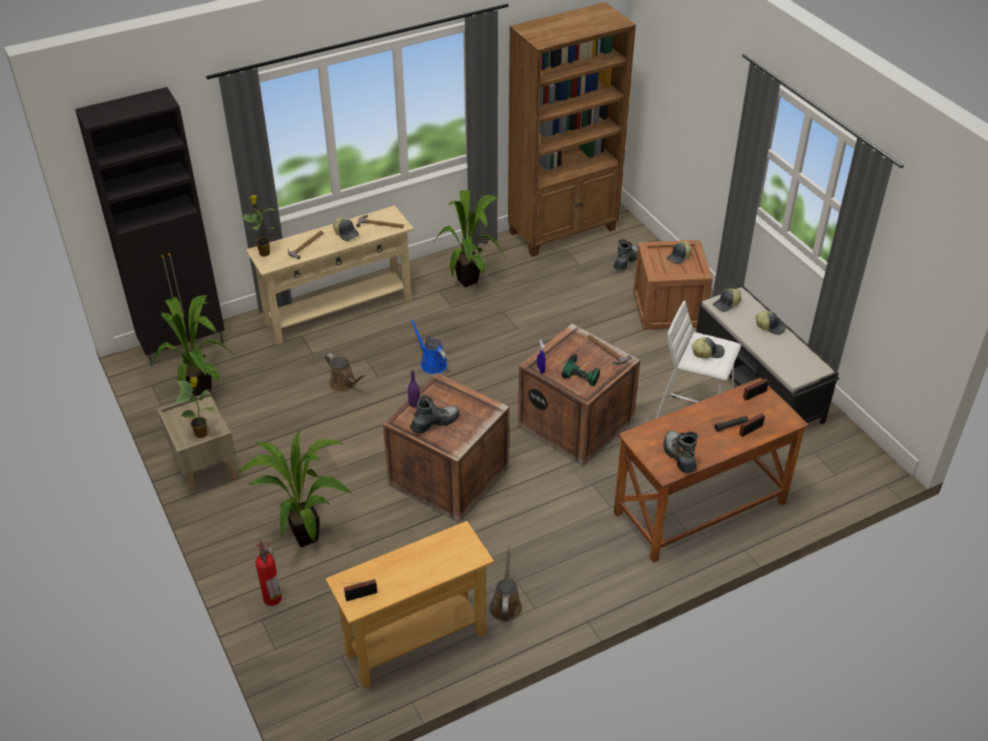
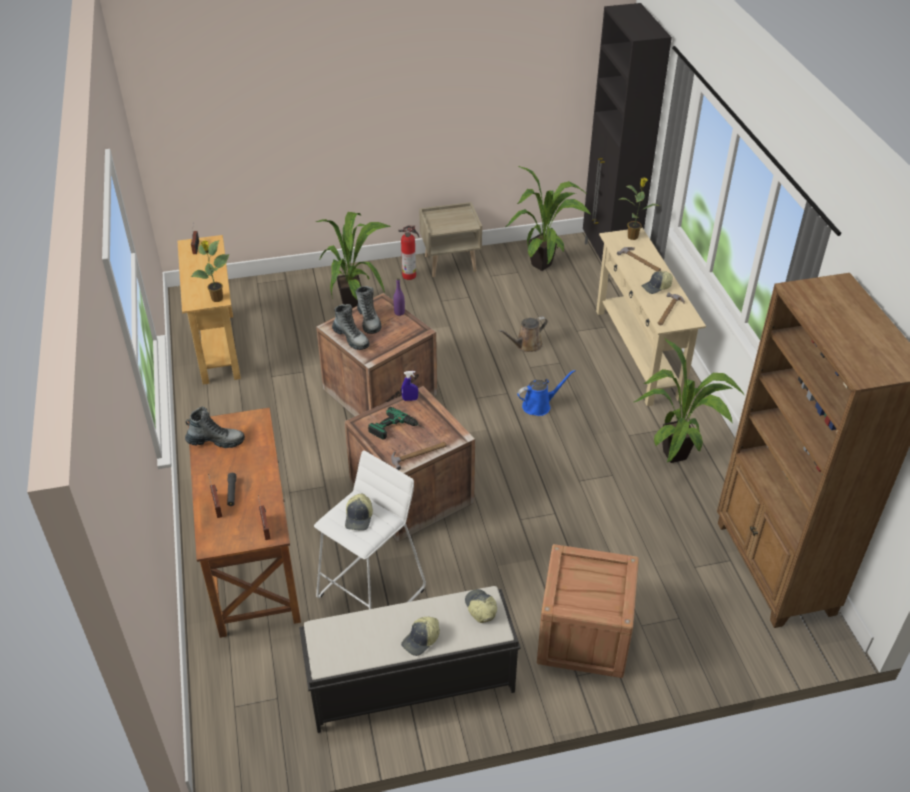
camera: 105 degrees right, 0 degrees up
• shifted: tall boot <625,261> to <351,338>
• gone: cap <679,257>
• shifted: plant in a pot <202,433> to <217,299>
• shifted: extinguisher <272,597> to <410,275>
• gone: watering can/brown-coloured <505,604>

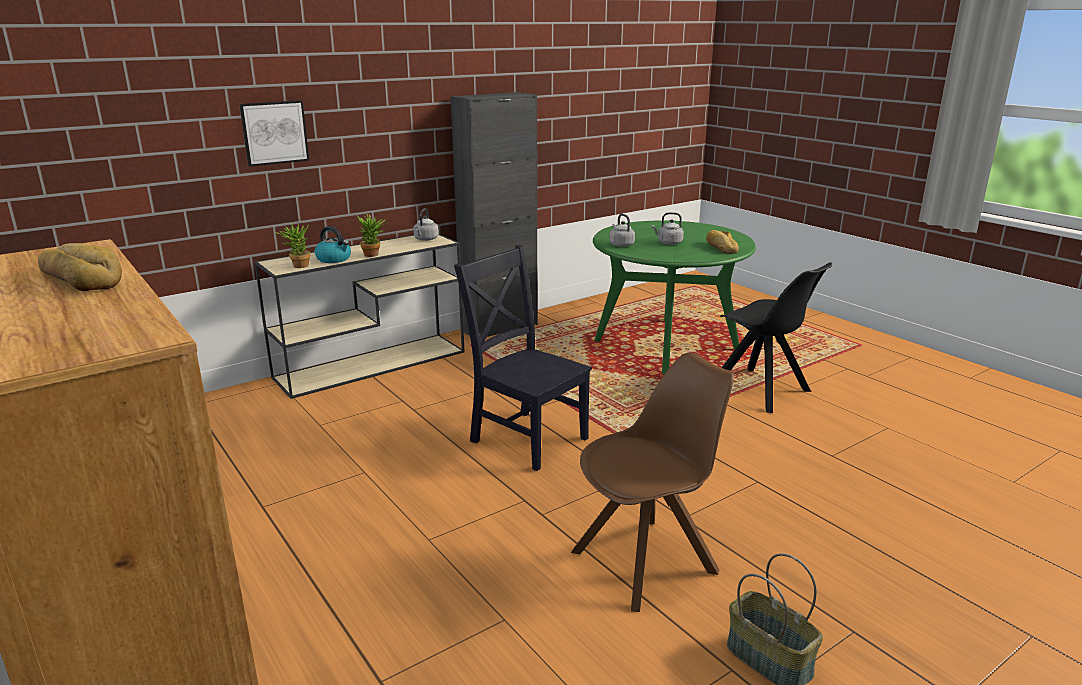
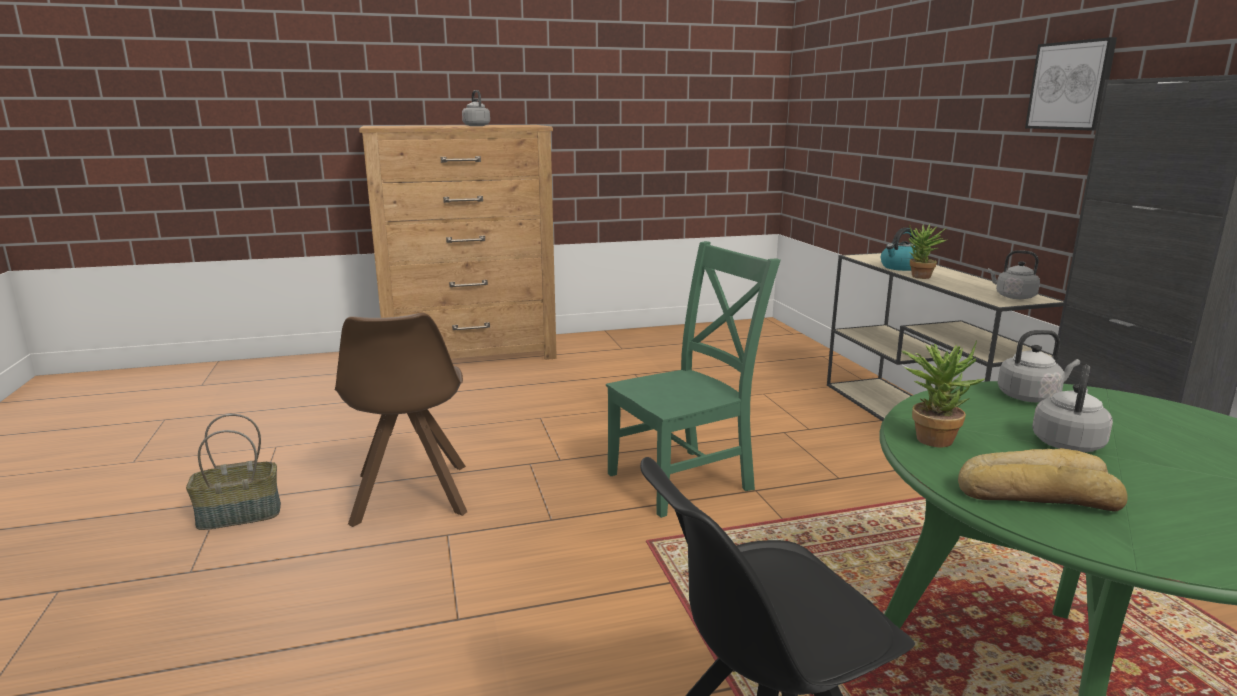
camera: 110 degrees right, 5 degrees down
• shifted: wall picture <274,132> to <1070,85>
• shifted: plant in a pot <298,266> to <932,437>
• swapped: baked bread <82,278> to tea kettle/gray <476,126>
• repainted: upright chair/black-coloured <526,437> to upright chair/green-coloured <685,480>

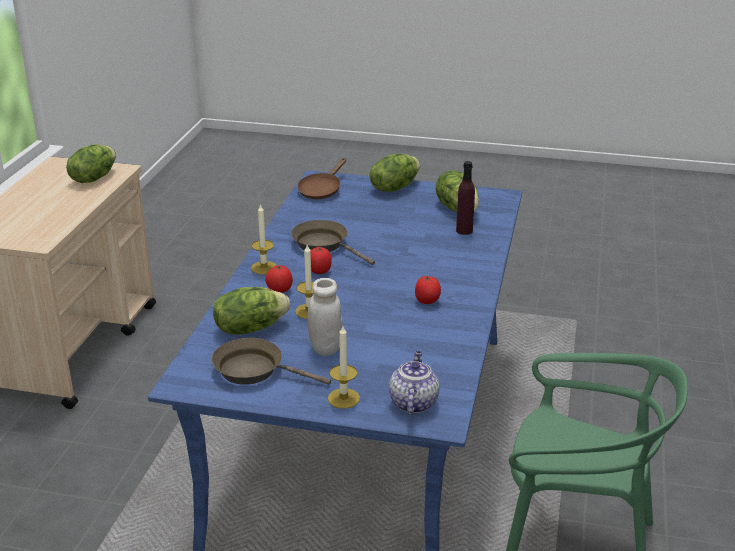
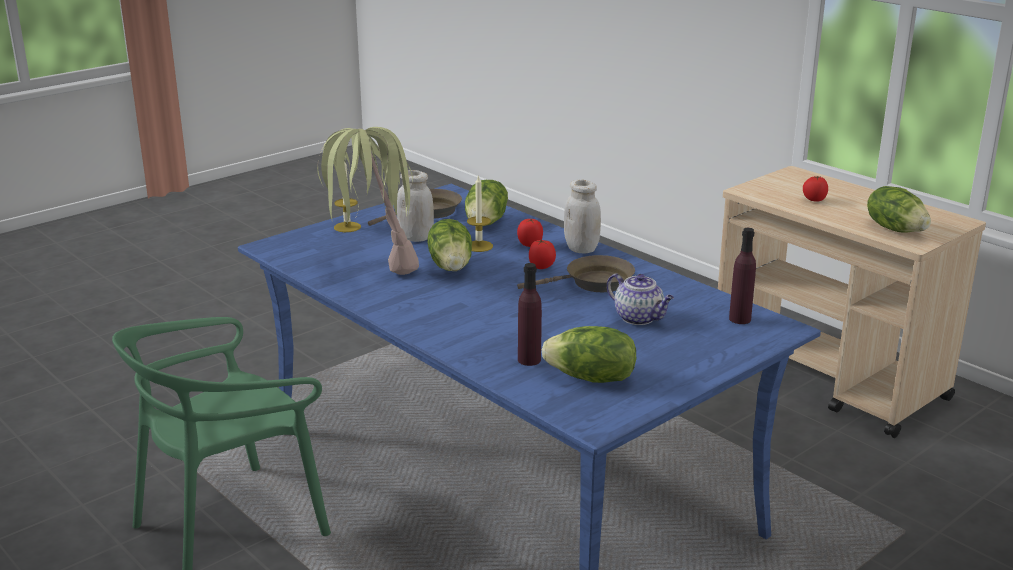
camera: 125 degrees right, 5 degrees down
• shifted: lettuce head <394,187> to <452,266>
• swapped: pan/brown-coloured <321,190> to drink bottle/purple-coloured <739,319>
• swapped: wax candle <264,267> to storage jar/white-coloured <581,249>
• shifted: tomato <427,301> to <813,200>
• shifted: pot for tea <413,402> to <639,318>
• new: plant in a pot <371,269>

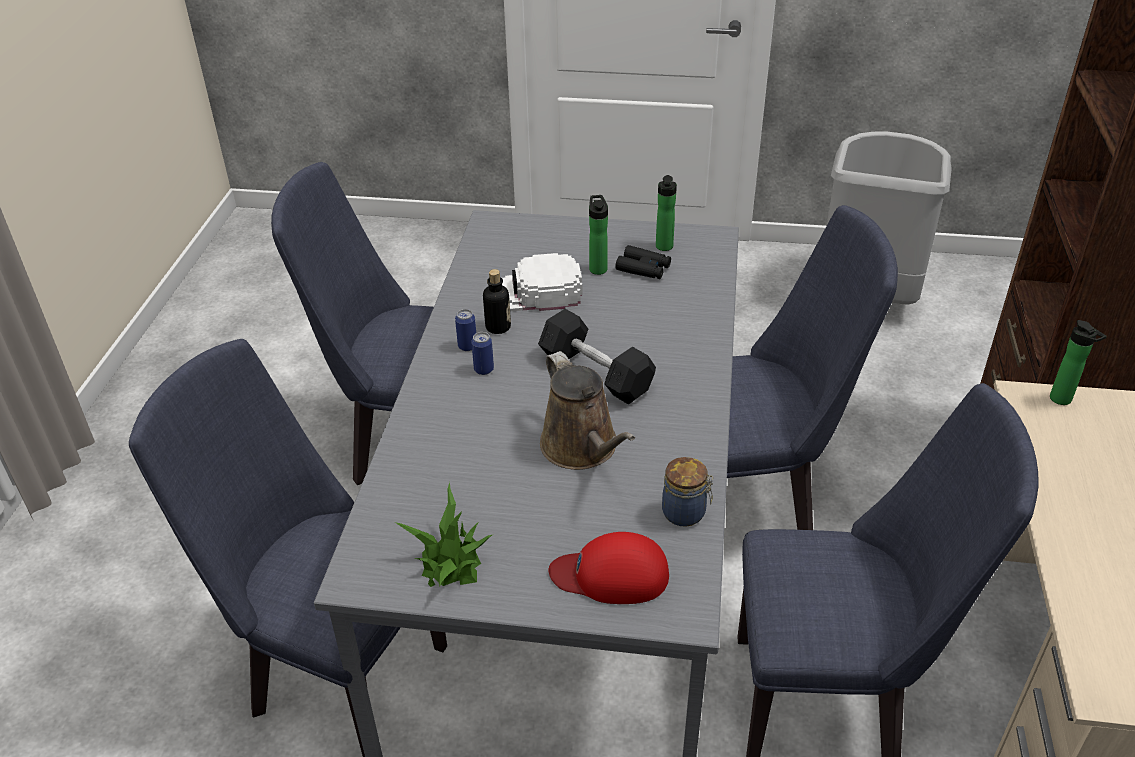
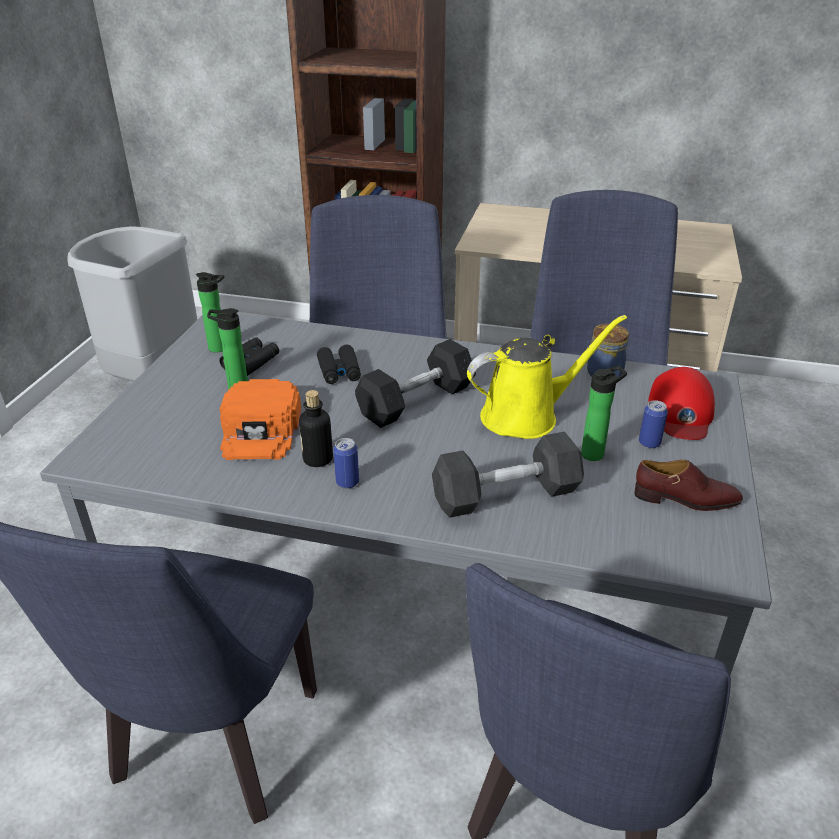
camera: 85 degrees left, 5 degrees down
• repainted: cap/white-coloured <537,292> to cap/orange <261,429>
• shifted: drink bottle <1063,400> to <595,453>
• shifted: metal can <484,369> to <649,443>
• repainted: watering can/brown-coloured <582,448> to watering can/yellow-coloured <526,416>
• swapped: plant in a pot <451,559> to shoe/brown-coloured <686,499>
• new: pair of binoculars/black-coloured <339,371>
• new: free weight/gray <506,495>

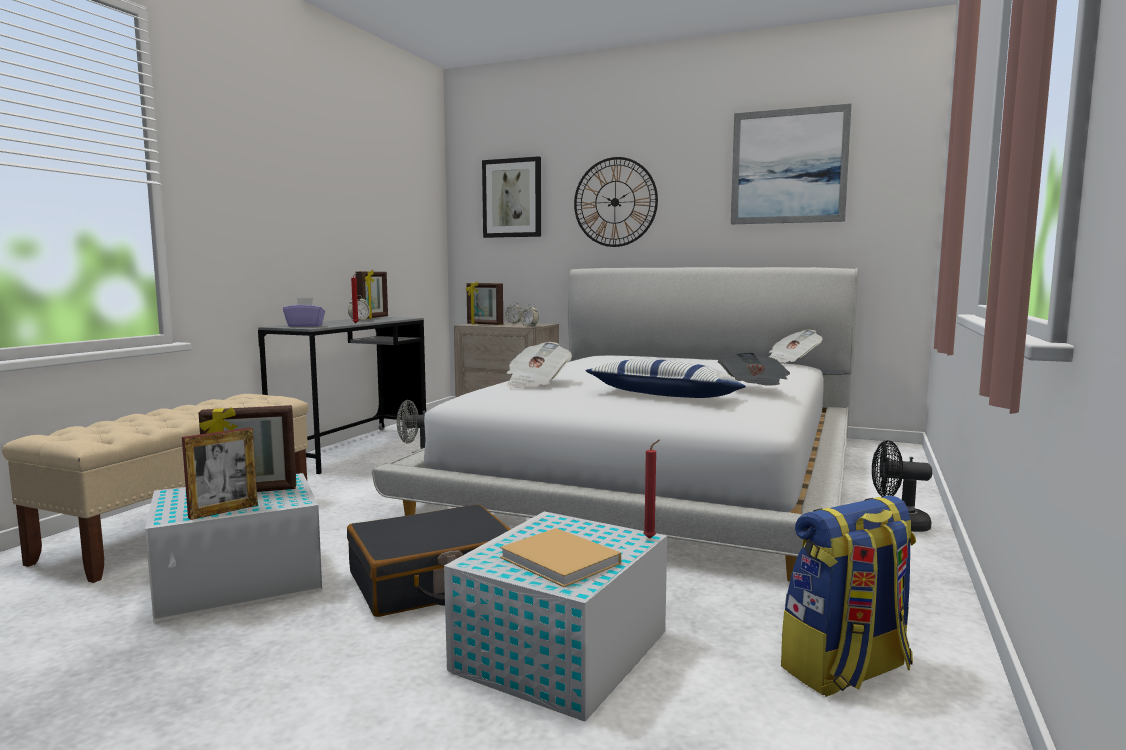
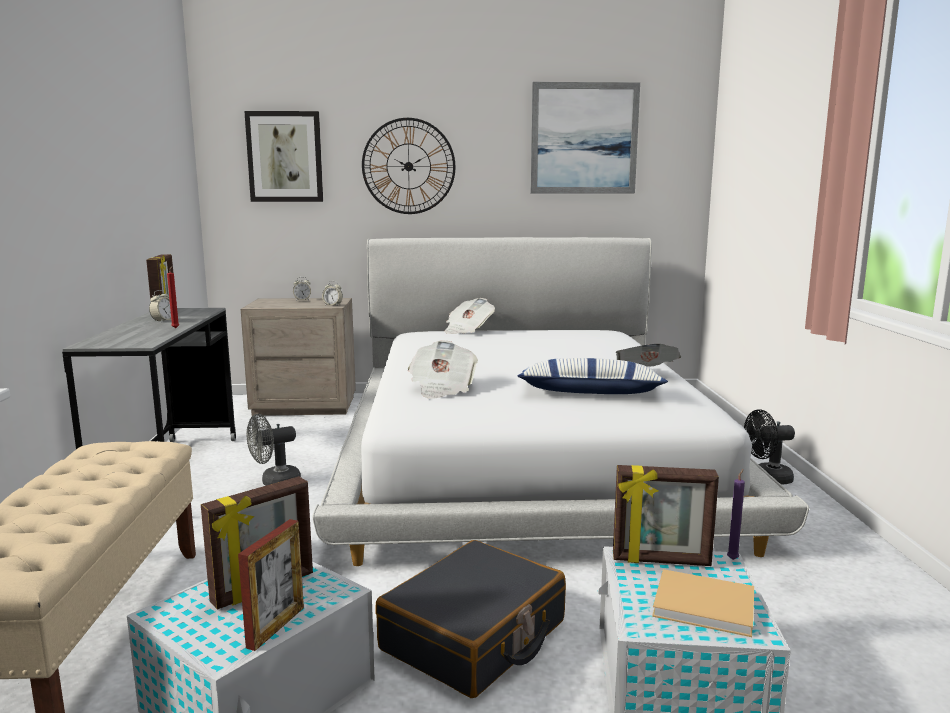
camera: 25 degrees left, 5 degrees up
• shifted: picture frame <484,324> to <661,561>
• gone: box of tissues/purple-coloured <305,326>
• shifted: newspaper <791,361> to <467,330>
• repainted: wax candle/reddish <651,538> to wax candle/purple-coloured <733,559>
• gone: backpack <846,670>

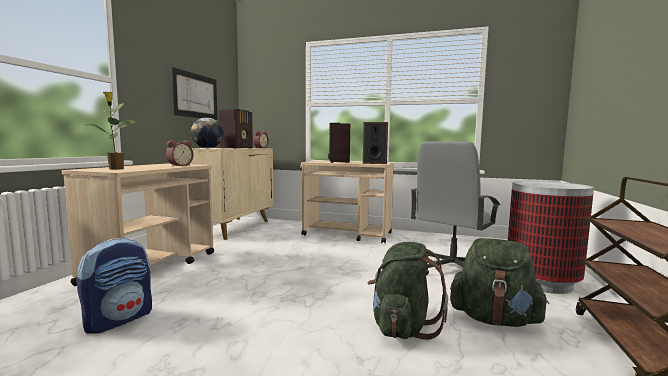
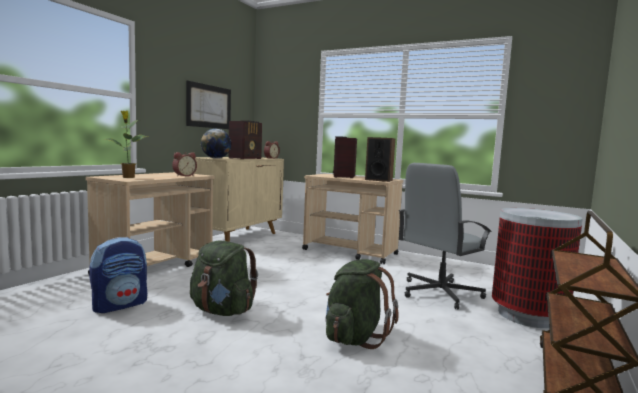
camera: 10 degrees right, 0 degrees up
• shifted: backpack/green-coloured <494,319> to <222,311>

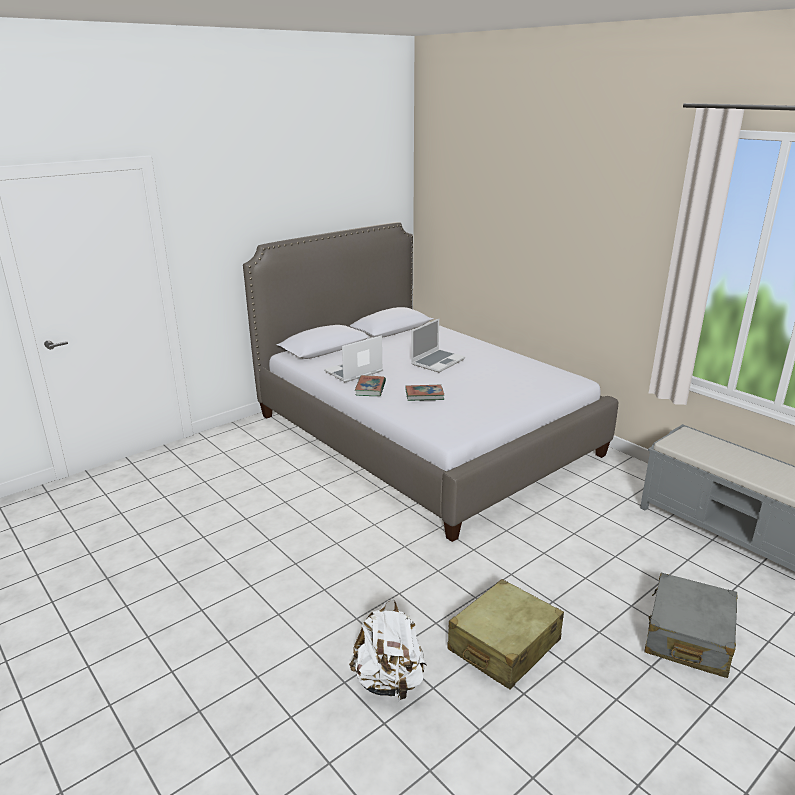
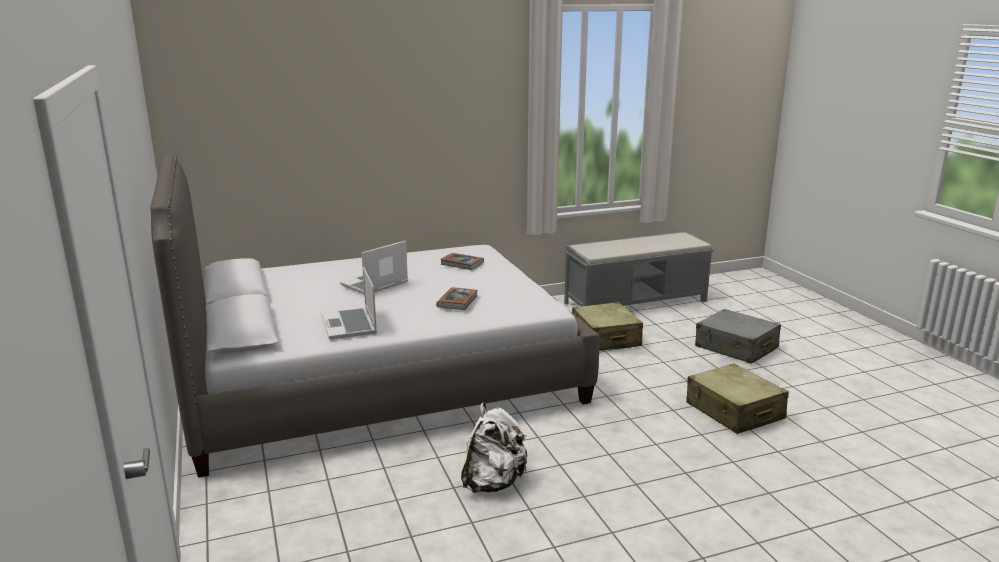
camera: 70 degrees left, 5 degrees down
• rotated: laptop <437,361> = <374,284> 105 degrees counterclockwise
• shifted: volume <370,388> to <462,264>
• shifted: backpack/white-coloured <389,682> to <493,482>
• new: suitcase/beige-coloured <605,338>

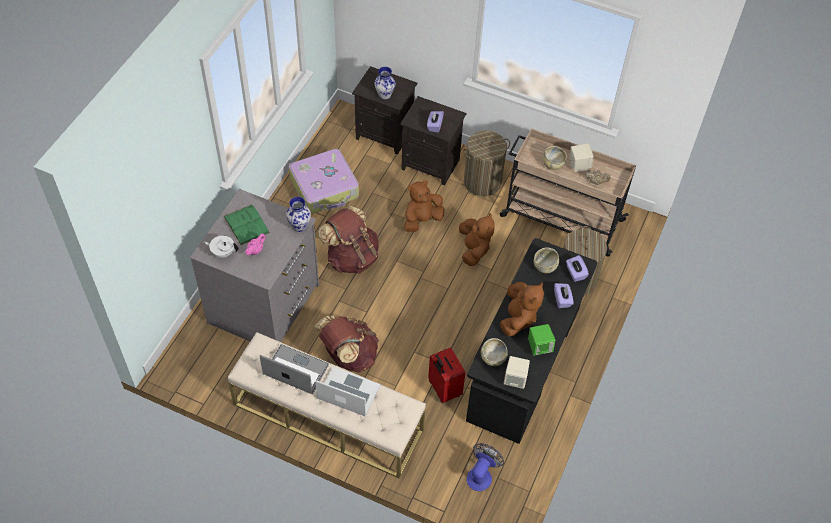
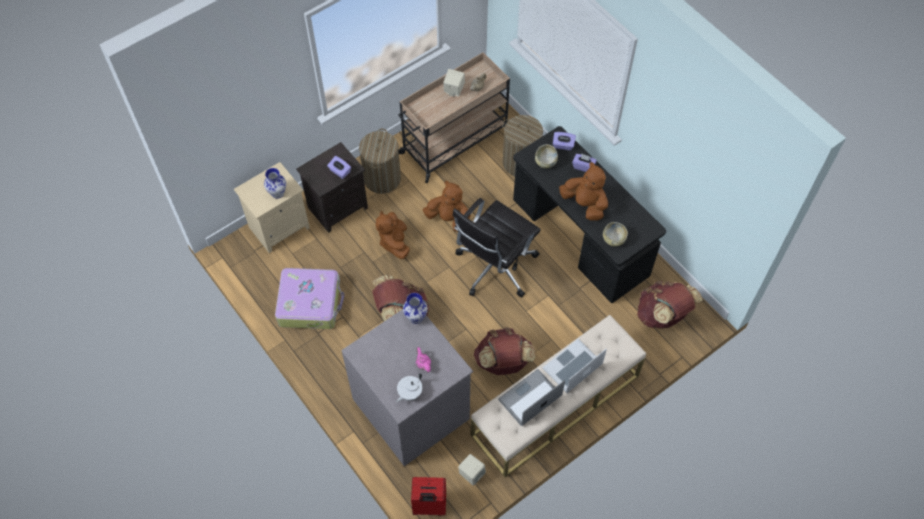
camera: 60 degrees left, 5 degrees up
• repainted: night table/black-coloured <385,134> to night table/beige-coloured <279,226>
• gone: serving bowl/beige-coloured <552,164>
• gone: volume/green-coloured <246,224>
• gone: loudspeaker/green-coloured <539,347>
• shifted: suitcase/reddish <443,389> to <429,506>
• shifted: loudspeaker/beige-coloured <515,379> to <471,473>
• swapped: cooling fan <481,475> to backpack/brown-coloured <662,315>
• new: computer chair/black-coloured <494,267>

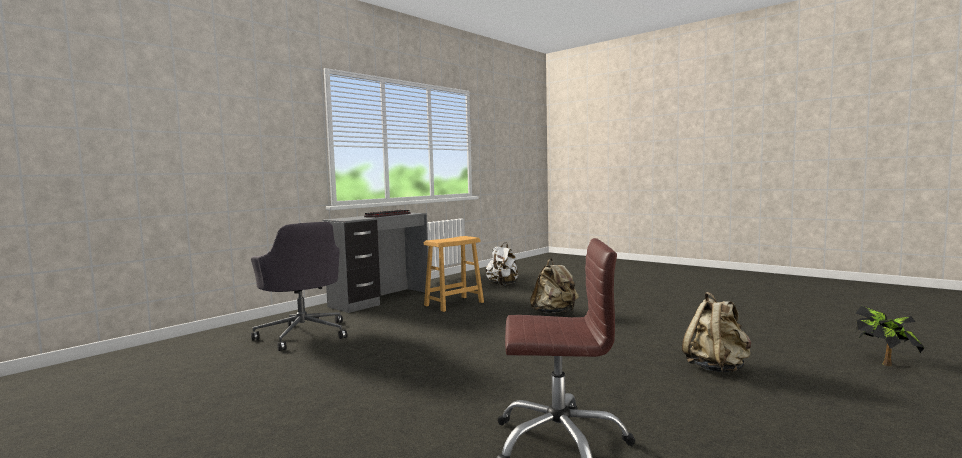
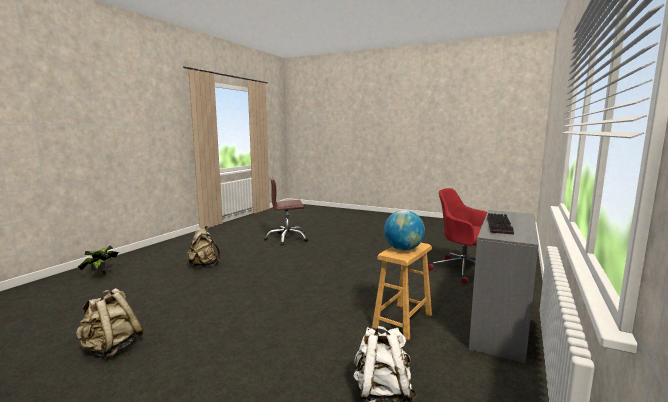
camera: 165 degrees right, 5 degrees up
• repainted: computer chair/gray <303,334> to computer chair/reddish <463,270>
• shifted: backpack/beige-coloured <554,313> to <111,349>
• new: desk globe <403,249>

